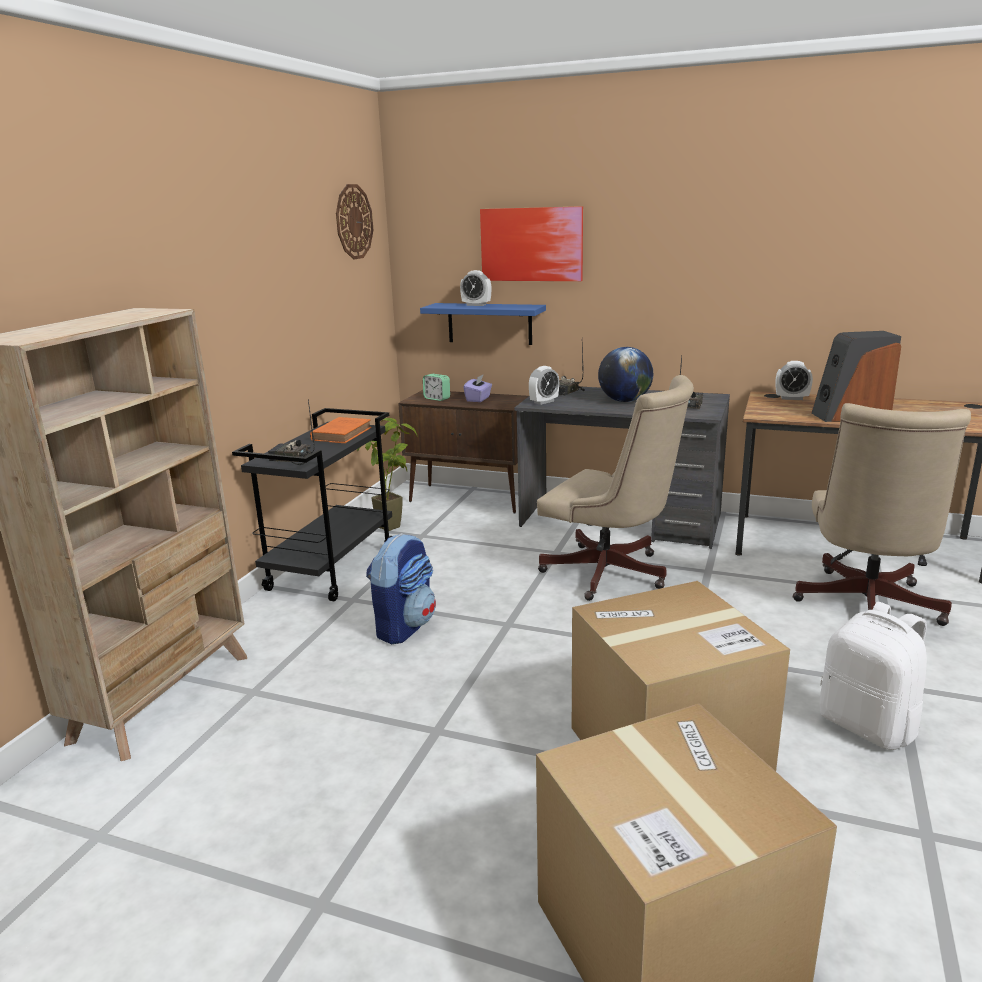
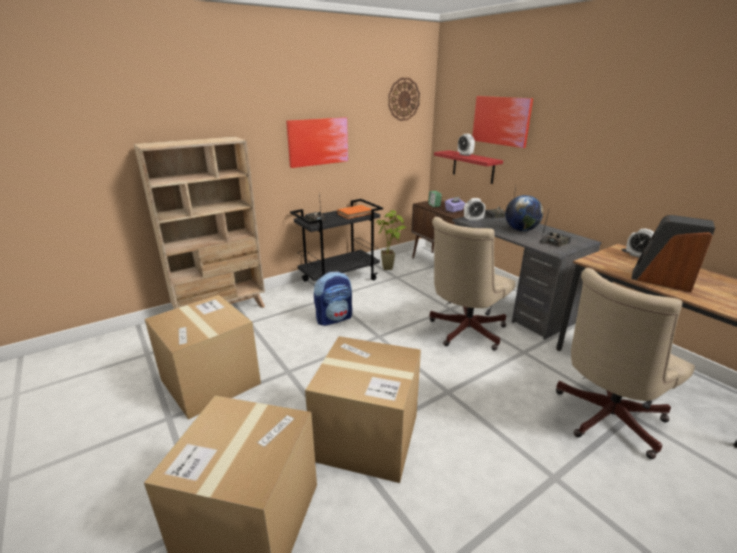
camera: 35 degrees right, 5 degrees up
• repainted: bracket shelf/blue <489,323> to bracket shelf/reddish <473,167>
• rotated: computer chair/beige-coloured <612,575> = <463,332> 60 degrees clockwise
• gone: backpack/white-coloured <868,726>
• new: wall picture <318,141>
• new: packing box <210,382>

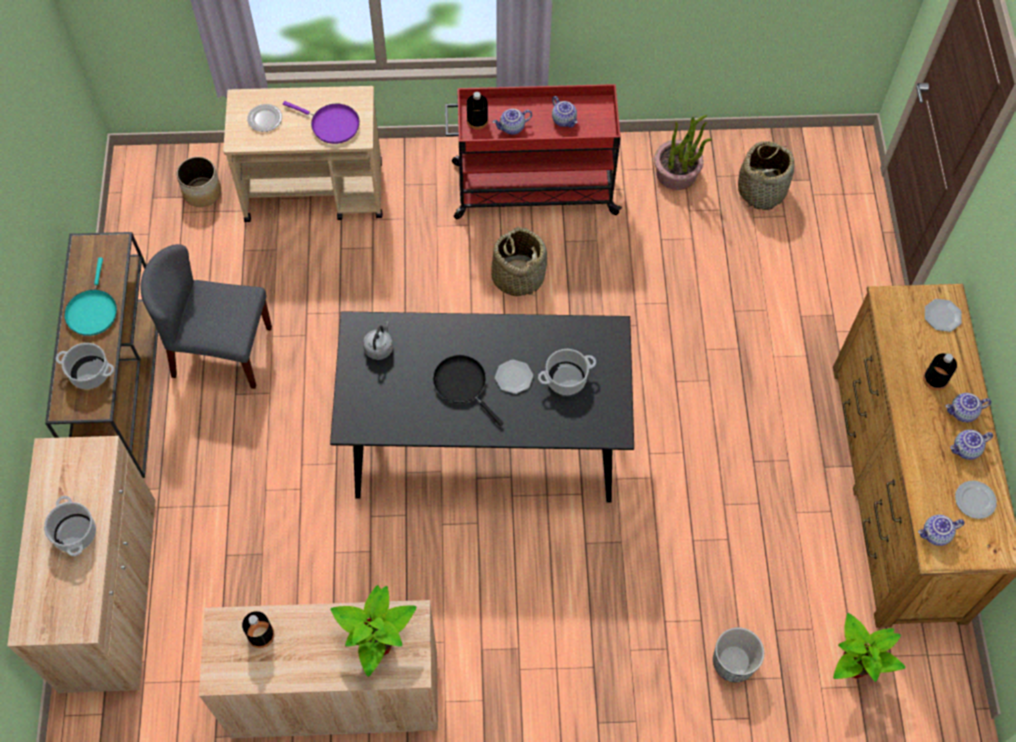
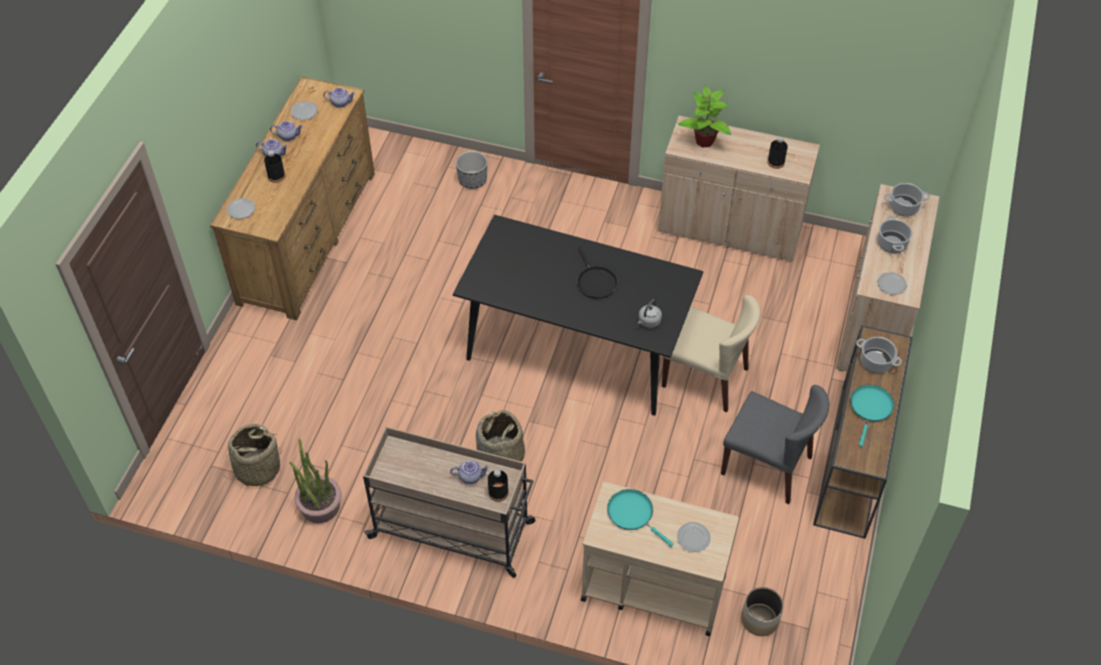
camera: 160 degrees left, 10 degrees down
• repainted: cart/reddish <532,188> to cart/beige-coloured <453,530>
• gone: pot for tea <564,120>
• repainted: pan/purple-coloured <332,125> to pan/turquoise <633,514>
• shifted: stockpot <566,378> to <903,207>
• shifted: dinner plate <513,377> to <891,284>
• gone: plant in a pot <854,665>
• new: upright chair/beige-coloured <706,377>

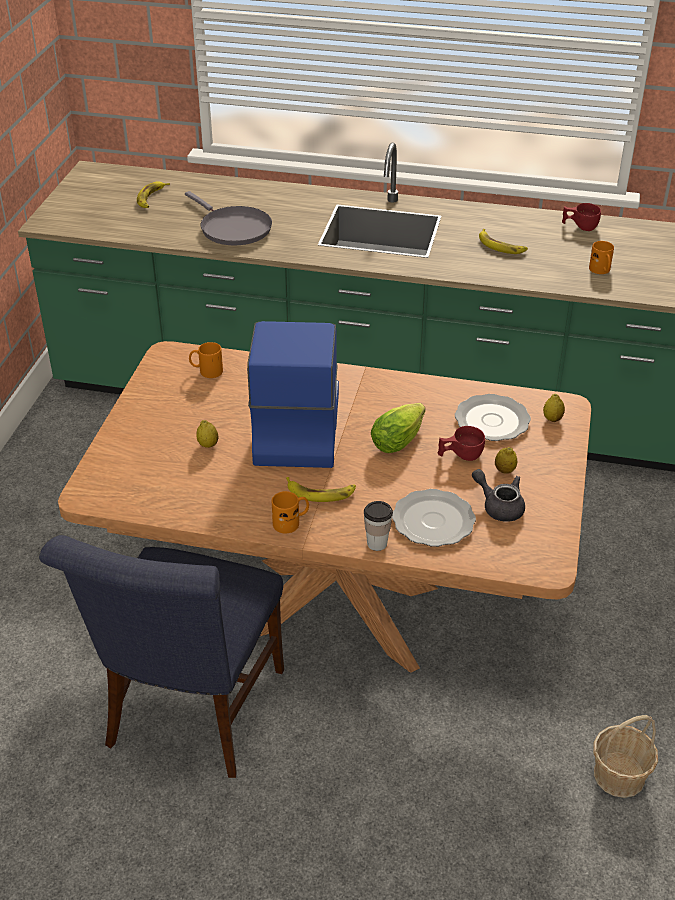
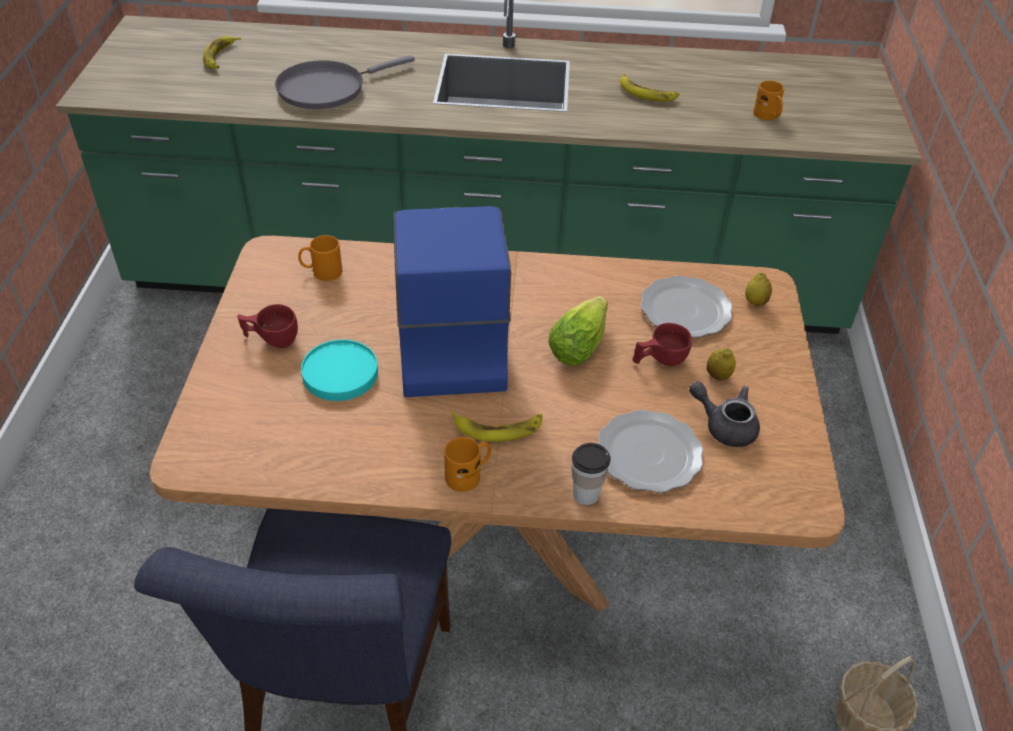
camera: 10 degrees left, 5 degrees up
• rotated: pan/gray <232,228> = <326,89> 105 degrees clockwise
• shifted: cup/reddish <579,226> to <271,339>
• swapped: whole lemon <208,445> to dinner plate/turquoise <340,373>

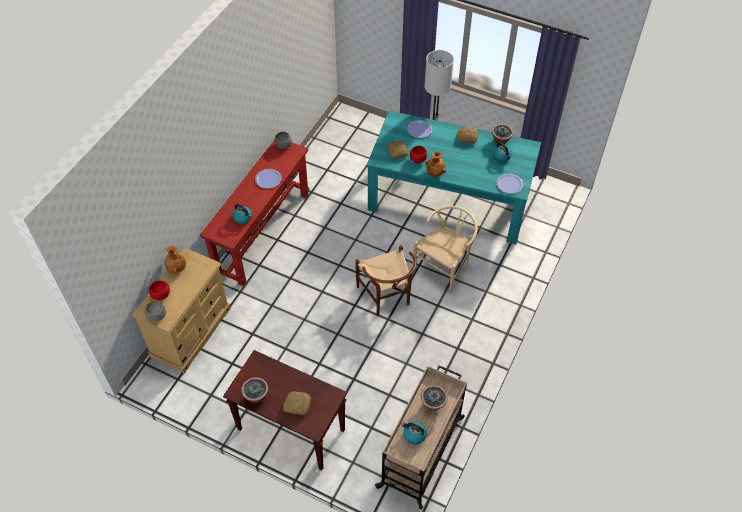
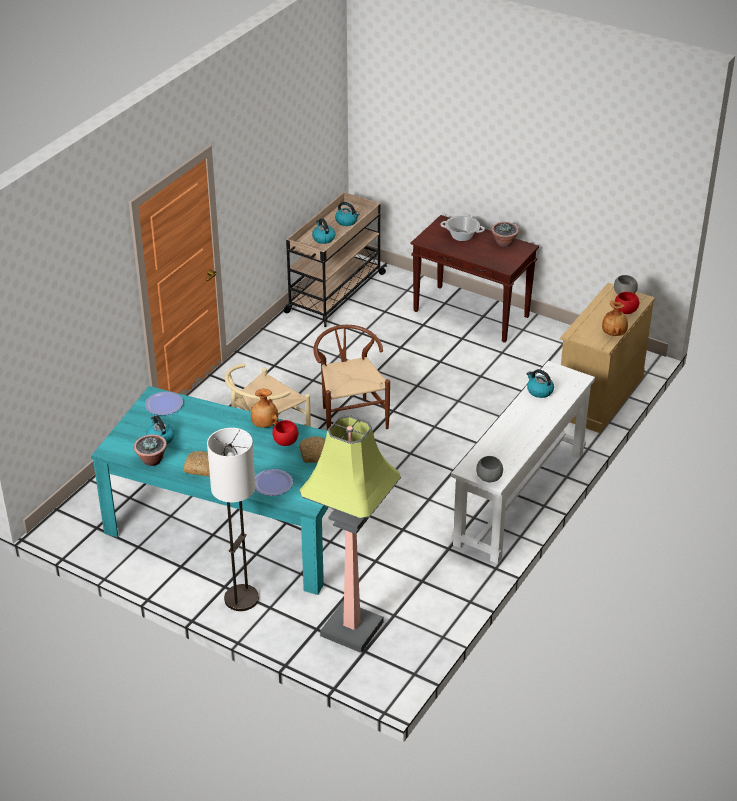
camera: 175 degrees left, 15 degrees down
• repainted: narrow table/reddish <263,232> to narrow table/white-coloured <519,497>
• gone: dinner plate <268,179>
• swapped: plant in a pot <433,404> to tea kettle <323,238>
• swapped: baked bread <297,405> to stockpot <462,236>
• new: floor lamp <351,629>

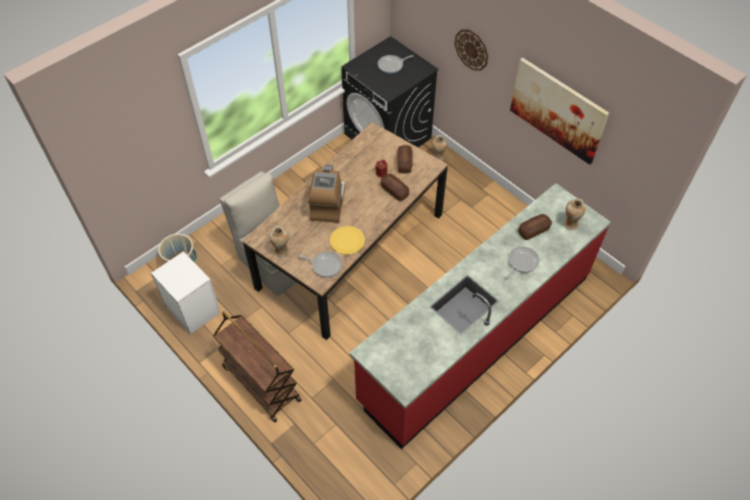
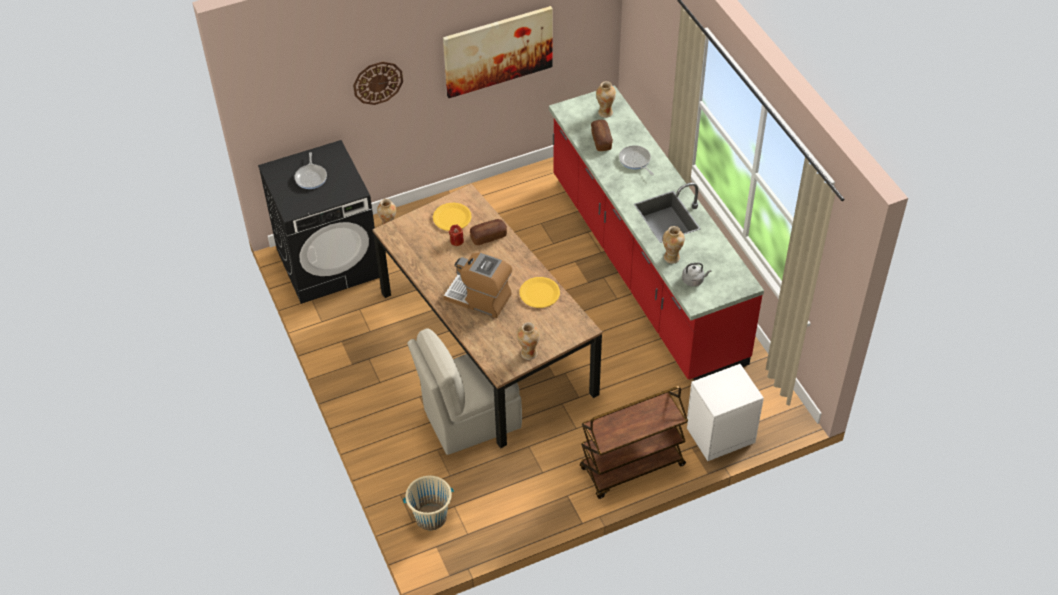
camera: 70 degrees left, 5 degrees down
• swapped: baked bread <404,163> to dinner plate/yellow-coloured <452,218>
• shifted: night table/white-coloured <193,308> to <718,434>
• gone: pan <325,265>
• new: flower vase <671,258>
• new: tea kettle/gray <694,280>

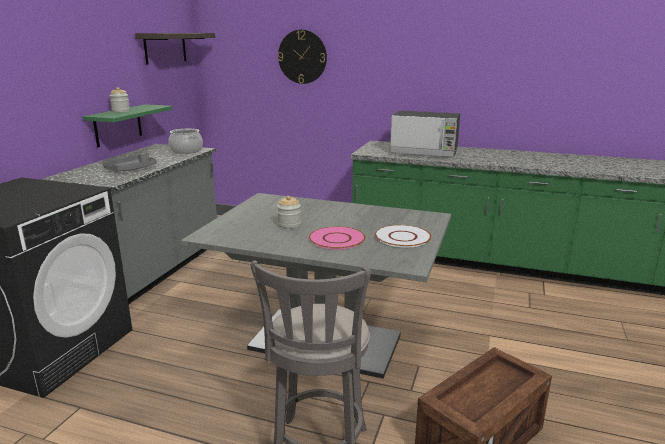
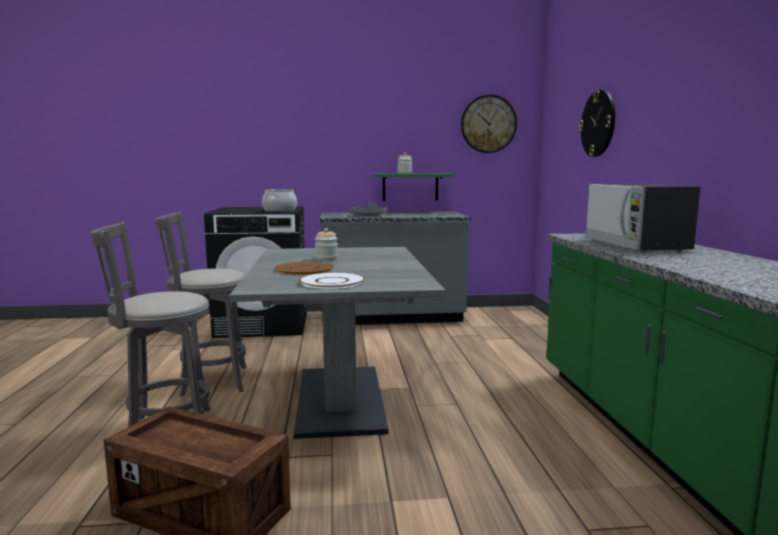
camera: 65 degrees right, 10 degrees down
• swapped: bracket shelf <165,48> to clock on the wall <488,124>
• shifted: stockpot <186,151> to <280,211>
• repainted: dinner plate/pink <336,239> to dinner plate/brown-coloured <304,269>
• new: sitting stool/gray <210,381>

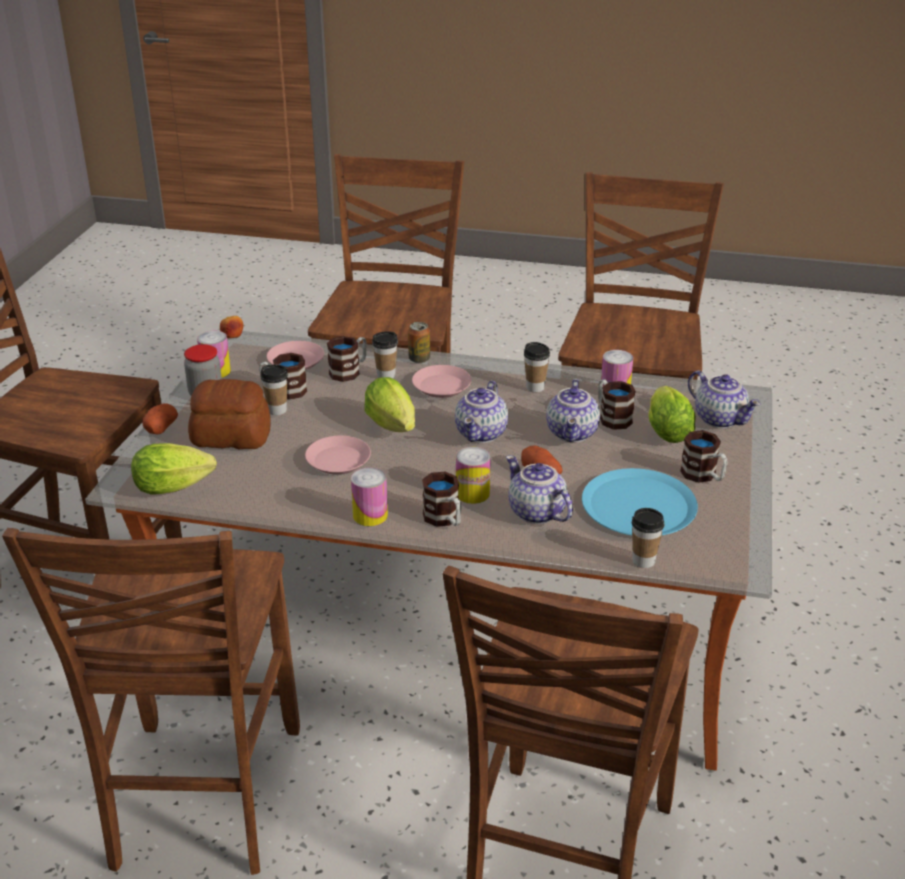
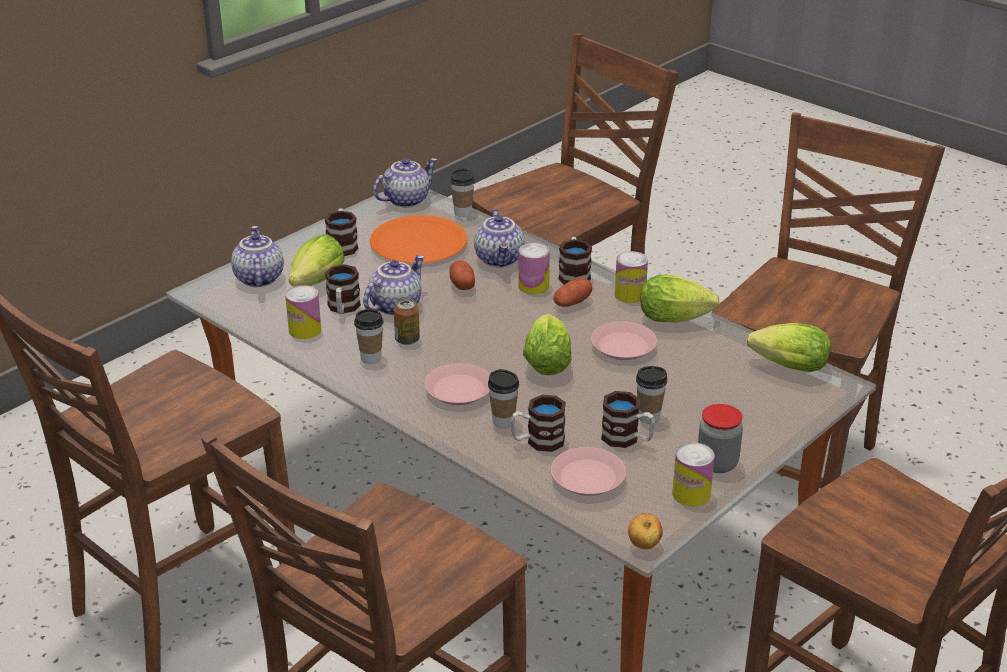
camera: 150 degrees left, 0 degrees up
• shifted: metal can <419,359> to <407,340>
• gone: baked bread <231,436>
• shifted: pot for tea <482,434> to <406,200>
• shifted: spud <161,427> to <572,303>
• repainted: dinner plate/blue <638,505> to dinner plate/orange <419,242>
• new: lettuce head <678,319>

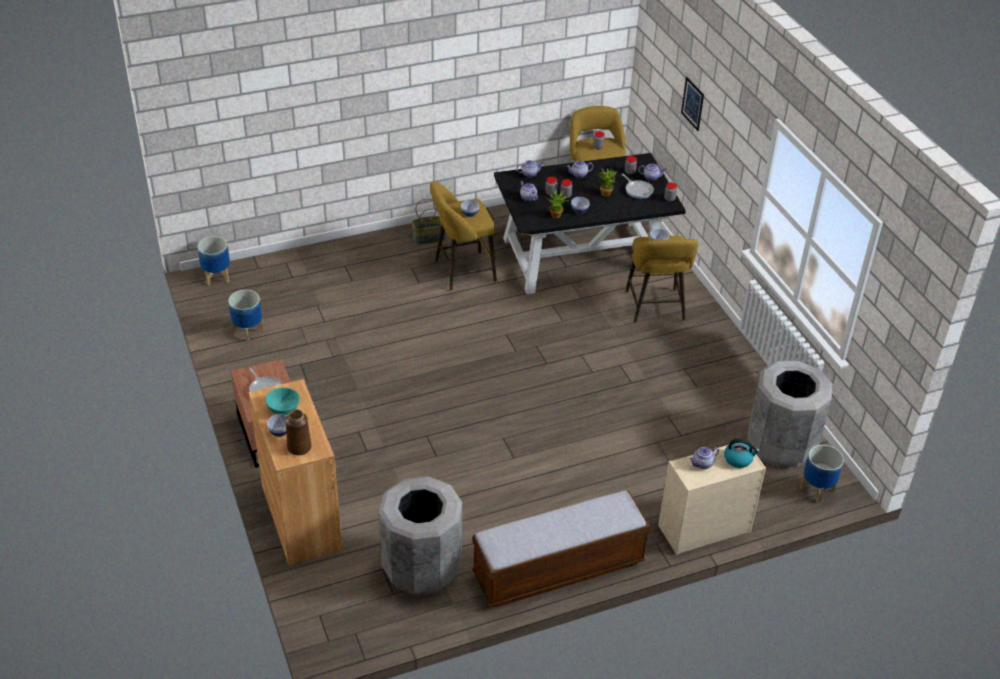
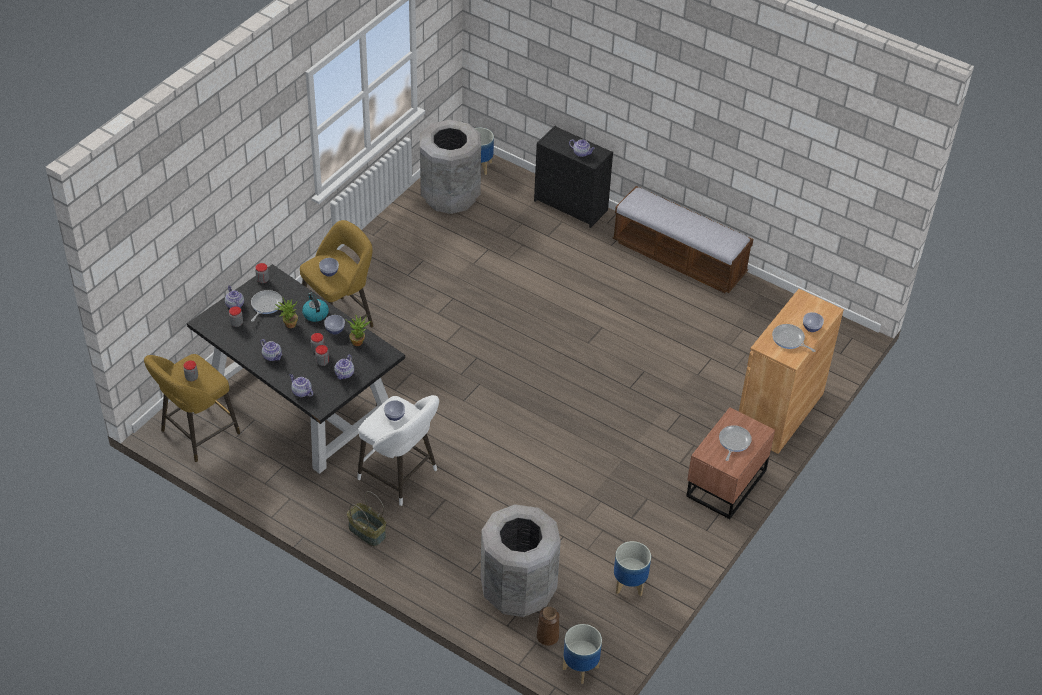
camera: 125 degrees left, 5 degrees up
• gone: wall picture <692,103>
• repainted: sitting stool/yellow-coloured <461,272> to sitting stool/white-coloured <401,477>
• swapped: serving bowl/turquoise <283,408> to pan <789,340>
• shifted: flower vase/brown-coloured <299,447> to <547,636>
• shifted: tea kettle <738,459> to <315,314>
• repainted: chest of drawers/beige-coloured <703,529> to chest of drawers/black-coloured <571,206>
• shifted: rubbish bin/gray <421,568> to <518,590>

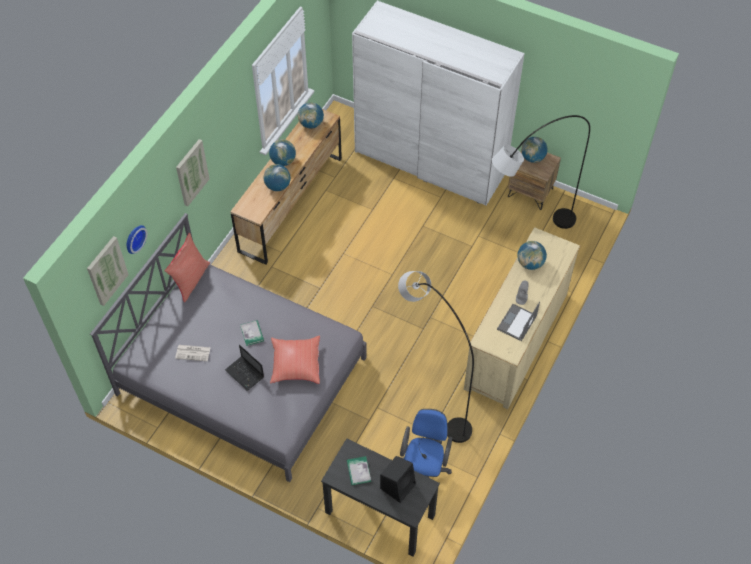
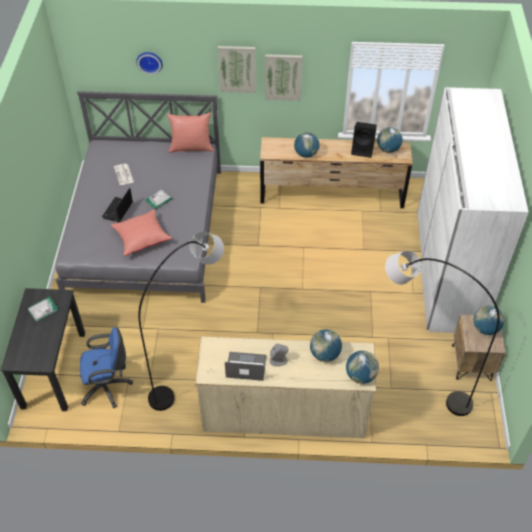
camera: 65 degrees right, 5 degrees down
• shifted: desk globe <283,161> to <360,375>
• shifted: wall picture <106,270> to <283,77>
• shifted: loudspeaker/black-coloured <398,485> to <363,149>

